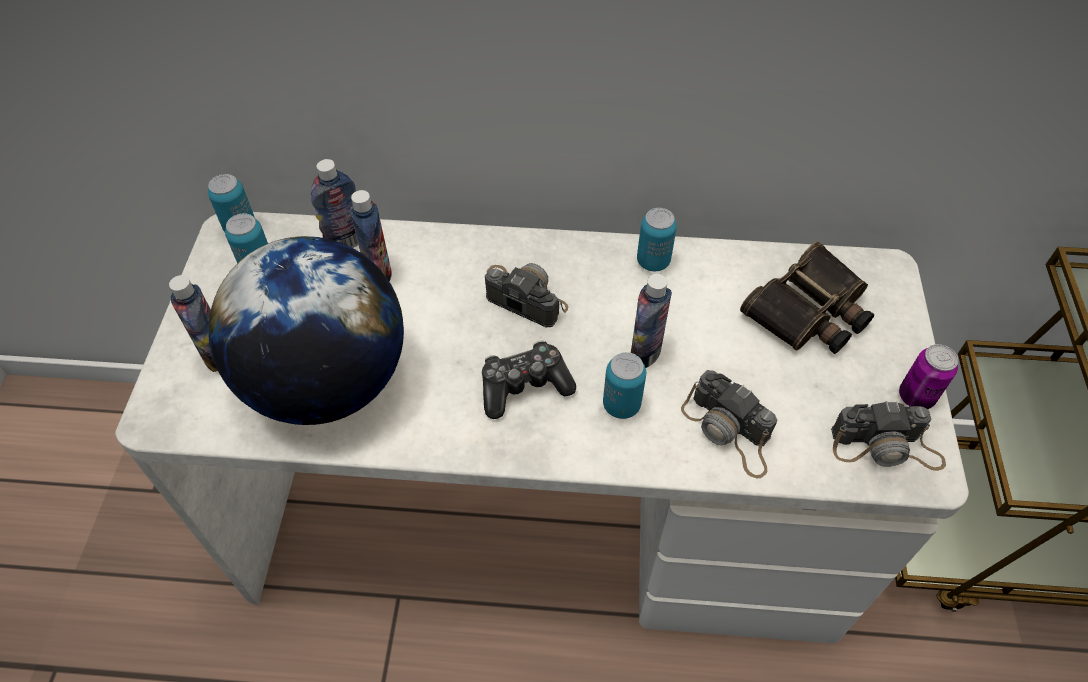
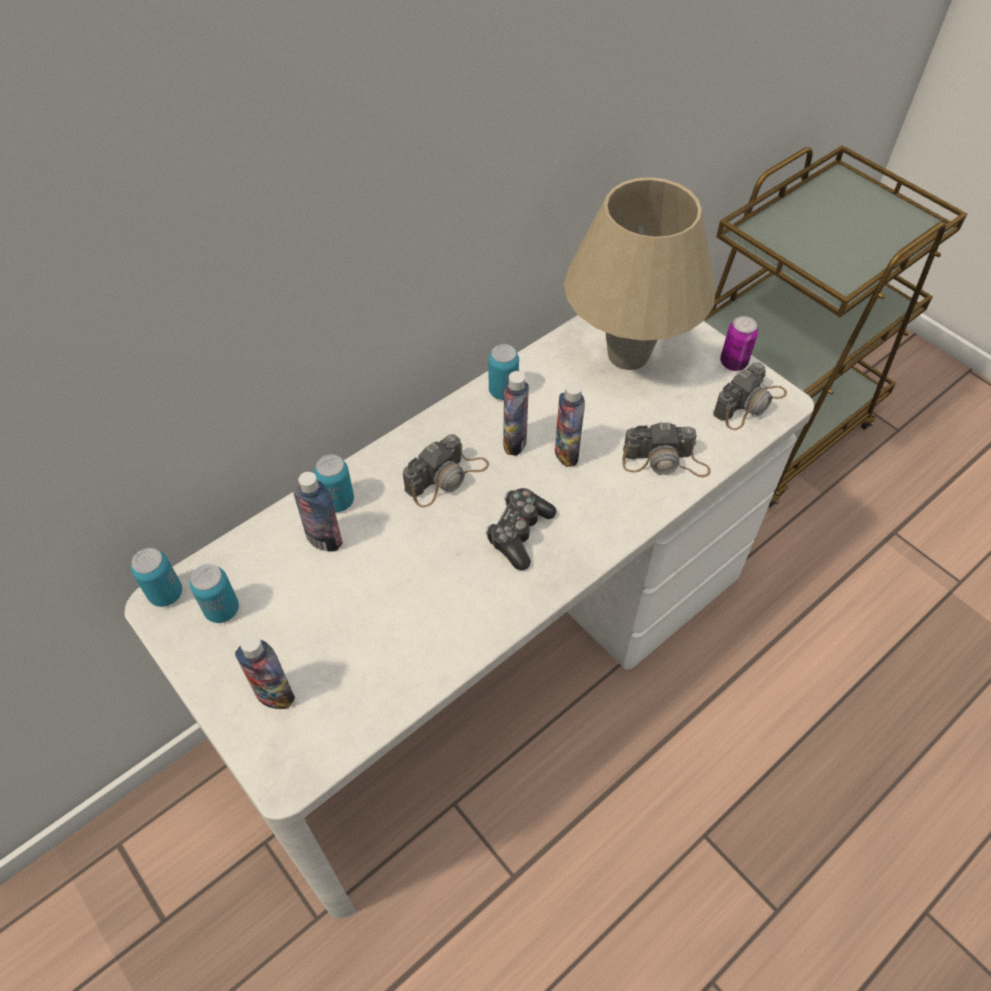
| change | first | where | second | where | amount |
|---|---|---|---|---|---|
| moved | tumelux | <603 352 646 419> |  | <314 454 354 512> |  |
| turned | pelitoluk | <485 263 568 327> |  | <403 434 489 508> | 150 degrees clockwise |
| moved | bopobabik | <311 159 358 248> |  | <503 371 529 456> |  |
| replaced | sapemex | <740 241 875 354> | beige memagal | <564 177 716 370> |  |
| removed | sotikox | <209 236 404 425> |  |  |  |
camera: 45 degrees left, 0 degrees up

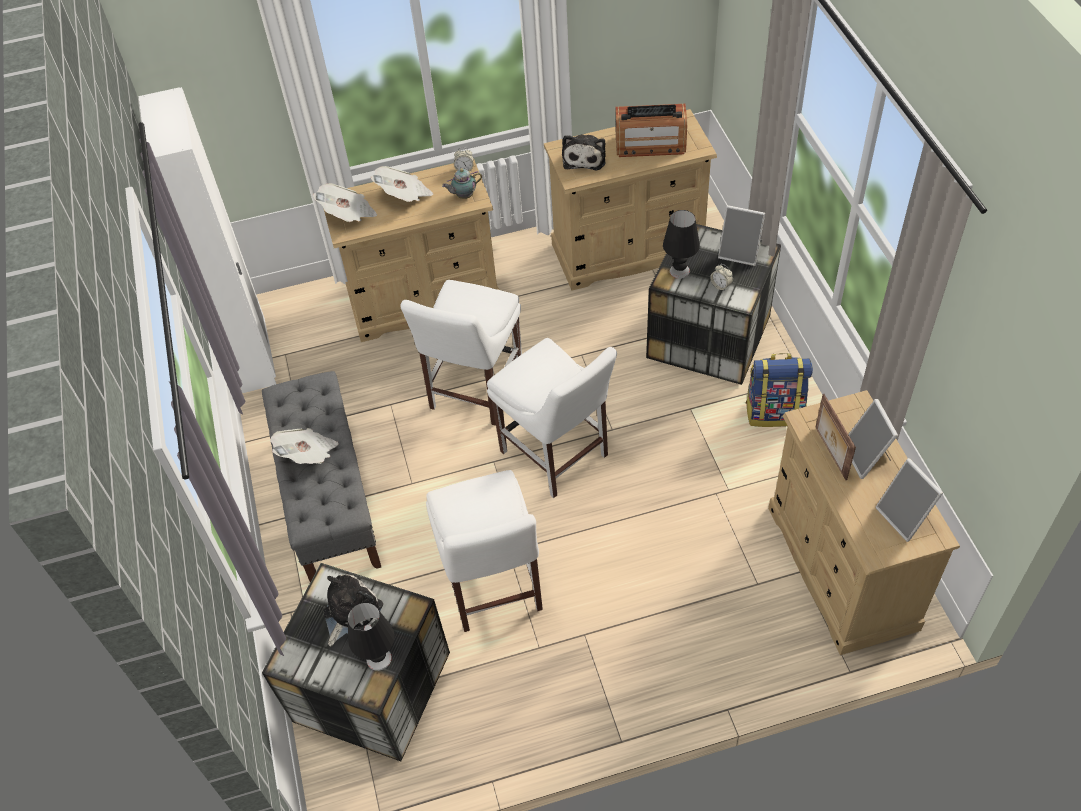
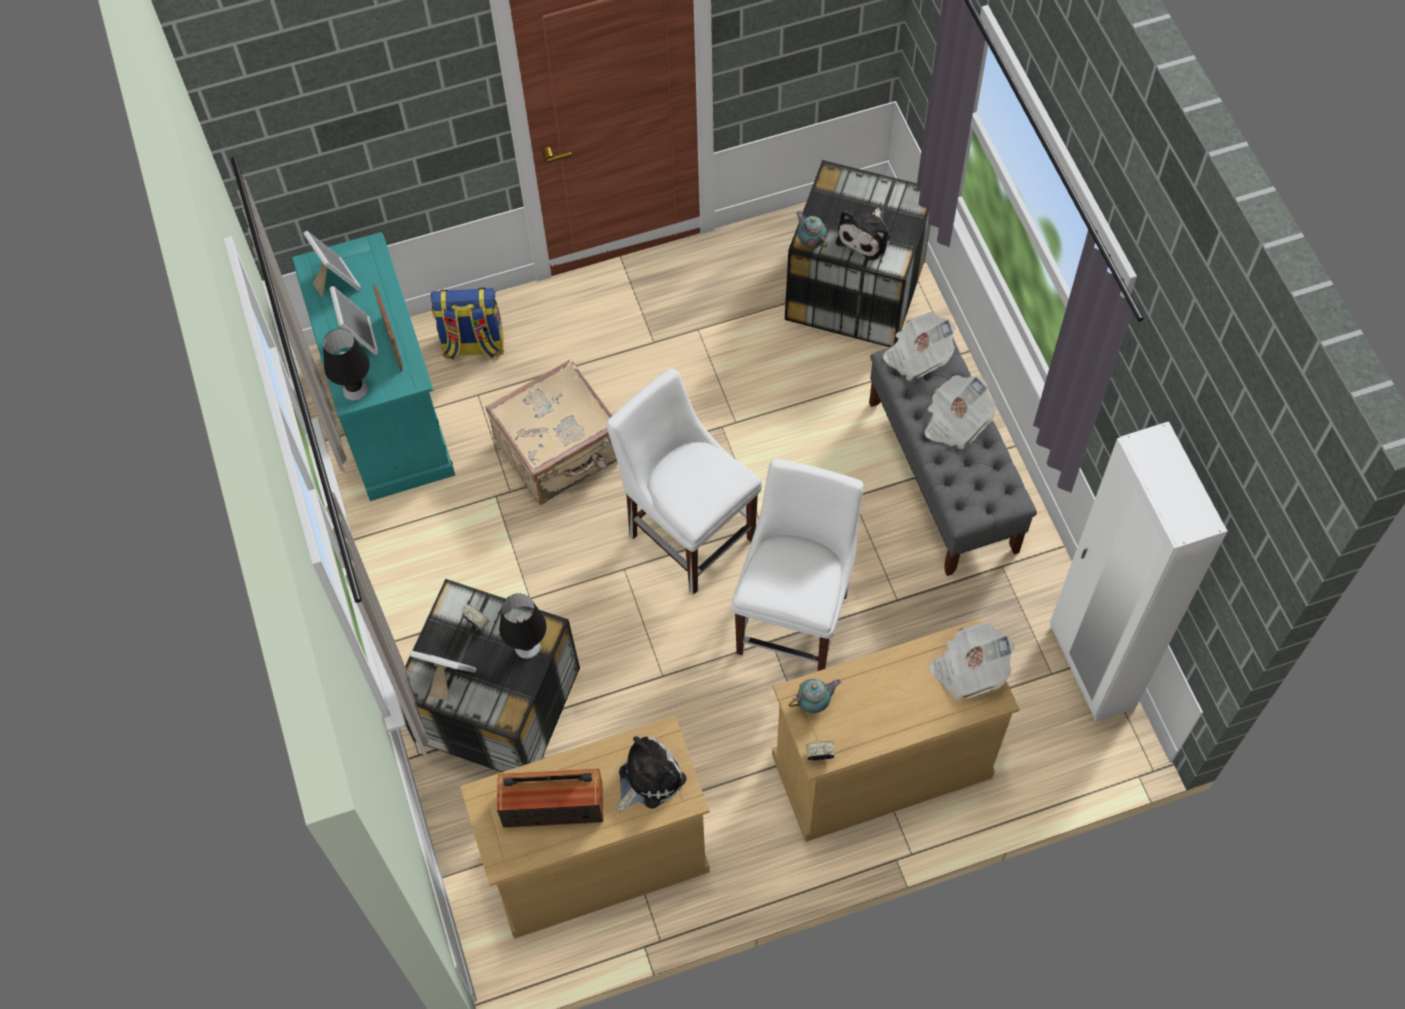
| change | first | where | second | where | amount |
|---|---|---|---|---|---|
| recoloured | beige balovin | <768 390 960 655> | turquoise balovin | <292 232 455 501> |  |
| moved | black memagal | <348 603 395 671> |  | <323 329 370 401> |  |
| moved | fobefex | <745 353 813 427> |  | <431 288 504 361> |  |
| added |  |  | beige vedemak | <485 359 617 505> |  |
| turned | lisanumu | <562 134 606 170> |  | <617 736 687 812> | 45 degrees clockwise |
| added |  |  | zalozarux | <796 211 827 249> |  |
| moved | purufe | <371 166 433 202> |  | <883 312 955 381> |  |
| removed | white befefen | <426 470 543 632> |  |  |  |
camera: 175 degrees right, 10 degrees up

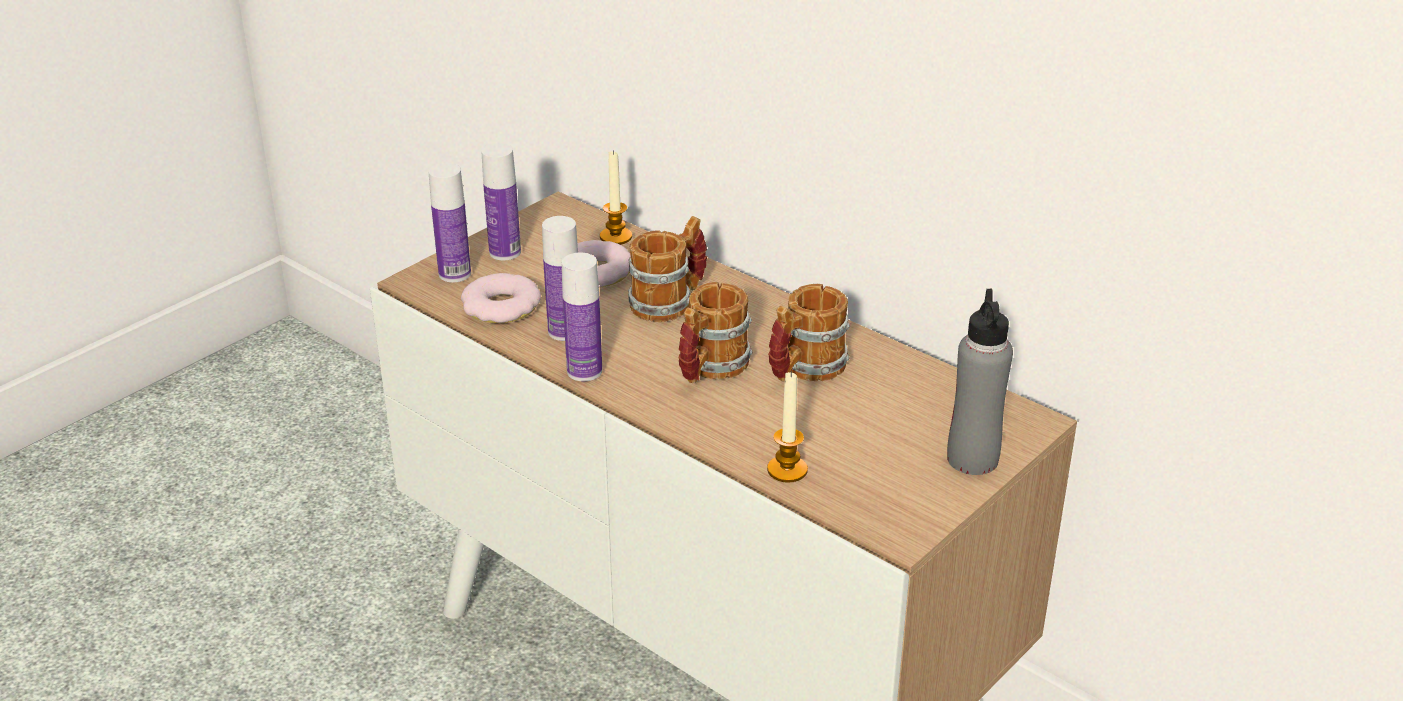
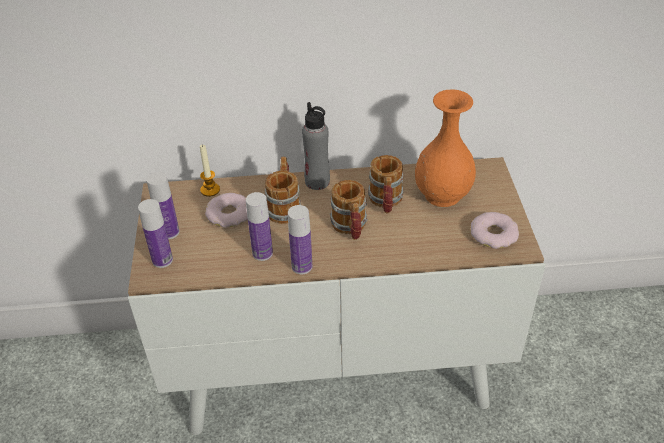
| change | first | where | second | where | amount |
|---|---|---|---|---|---|
| moved | grey bopobabik | <947 289 1013 475> |  | <302 102 330 190> |  |
| added |  |  | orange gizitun | <415 89 476 207> |  |
| moved | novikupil | <461 273 541 323> |  | <471 212 519 249> |  |
| removed | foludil | <767 371 808 483> |  |  |  |
camera: 45 degrees left, 10 degrees up

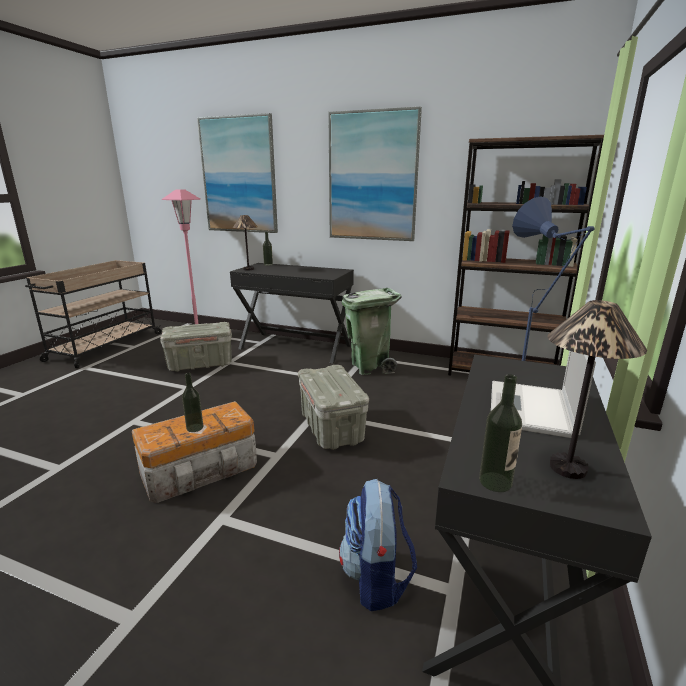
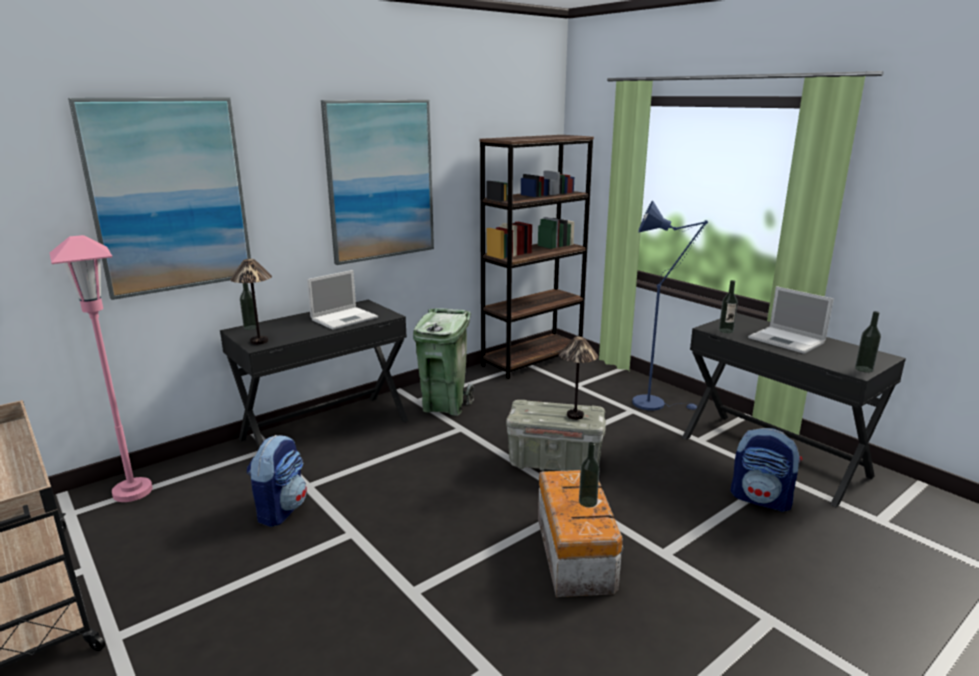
| change | first | where | second | where | amount |
|---|---|---|---|---|---|
| replaced | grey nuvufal | <160 322 232 372> | fobefex | <247 435 307 527> |  |
| added |  |  | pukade | <307 270 378 330> |  |
| moved | memagal | <548 300 647 479> |  | <559 337 598 420> |  |
| added |  |  | bopobabik | <719 280 738 333> |  |
camera: 60 degrees left, 0 degrees up

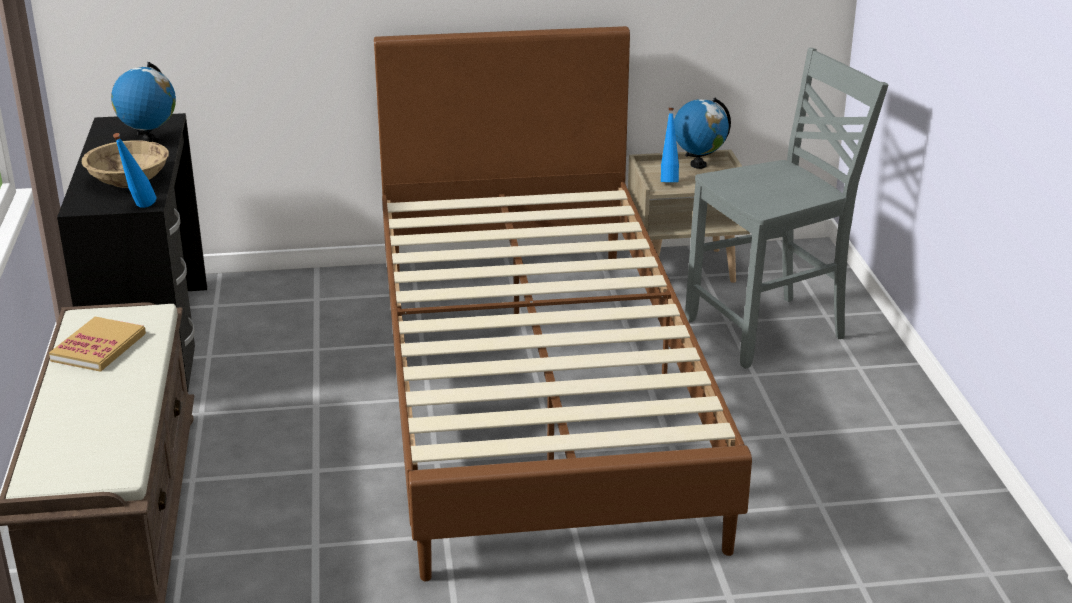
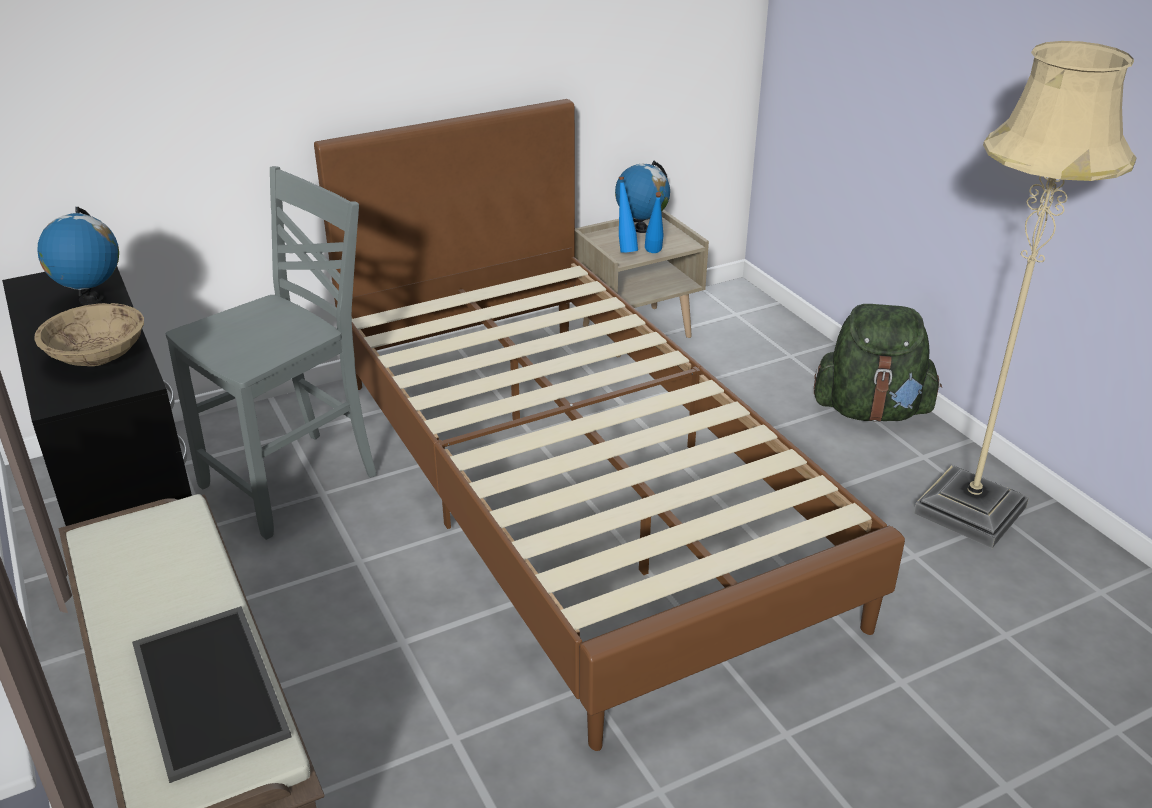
| change | first | where | second | where | amount |
|---|---|---|---|---|---|
| added |  |  | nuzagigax | <132 606 291 783> |  |
| moved | grey befefen | <685 48 888 369> |  | <166 166 377 540> |  |
| moved | blue bopobabik | <113 133 156 208> |  | <645 192 664 253> |  |
| added |  |  | green fobefex | <814 304 942 422> |  |
| added |  |  | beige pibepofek | <914 41 1137 548> |  |
| removed | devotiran | <49 317 146 372> |  |  |  |
camera: 20 degrees left, 5 degrees up

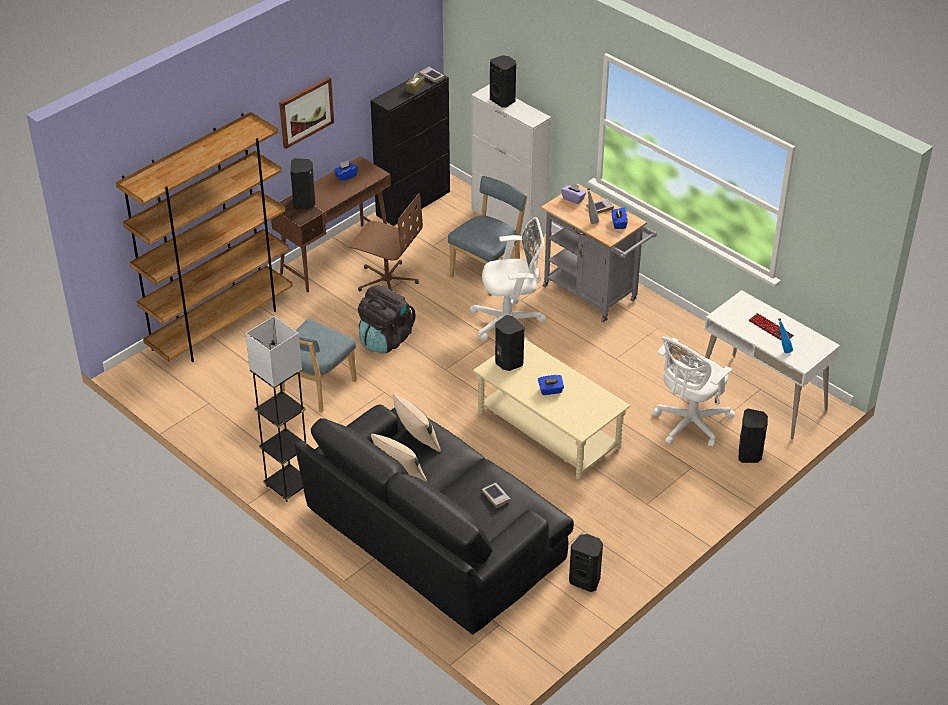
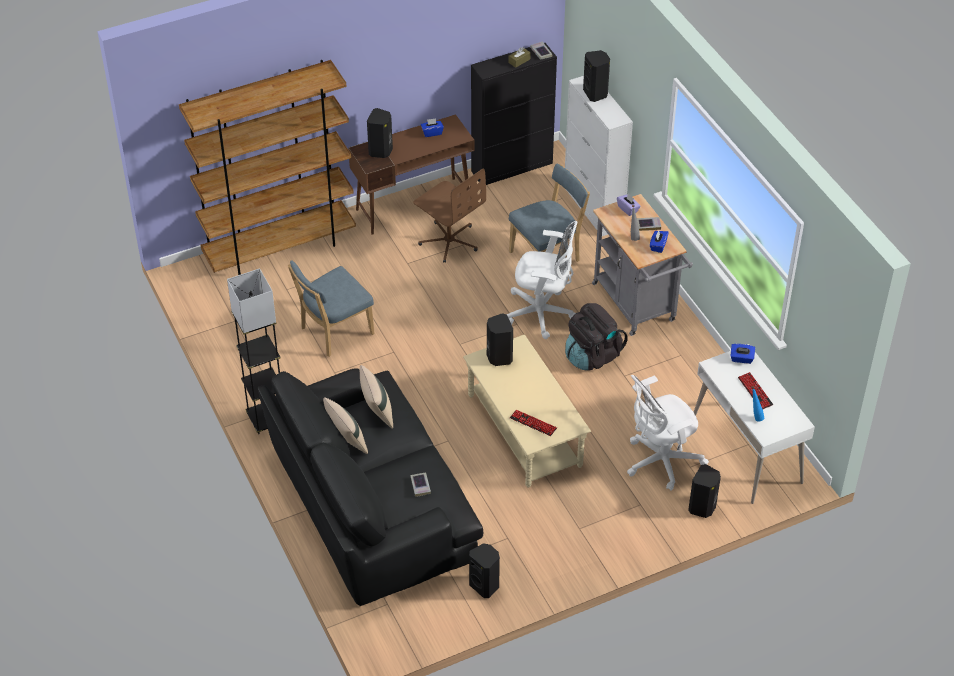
| change | first | where | second | where | amount |
|---|---|---|---|---|---|
| added |  |  | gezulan | <510 410 557 436> |  |
| moved | black fobefex | <358 285 416 353> |  | <565 303 628 371> |  |
| moved | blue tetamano | <538 375 564 395> |  | <731 344 755 364> |  |
| removed | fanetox | <279 77 334 149> |  |  |  |
camera: 20 degrees right, 5 degrees up

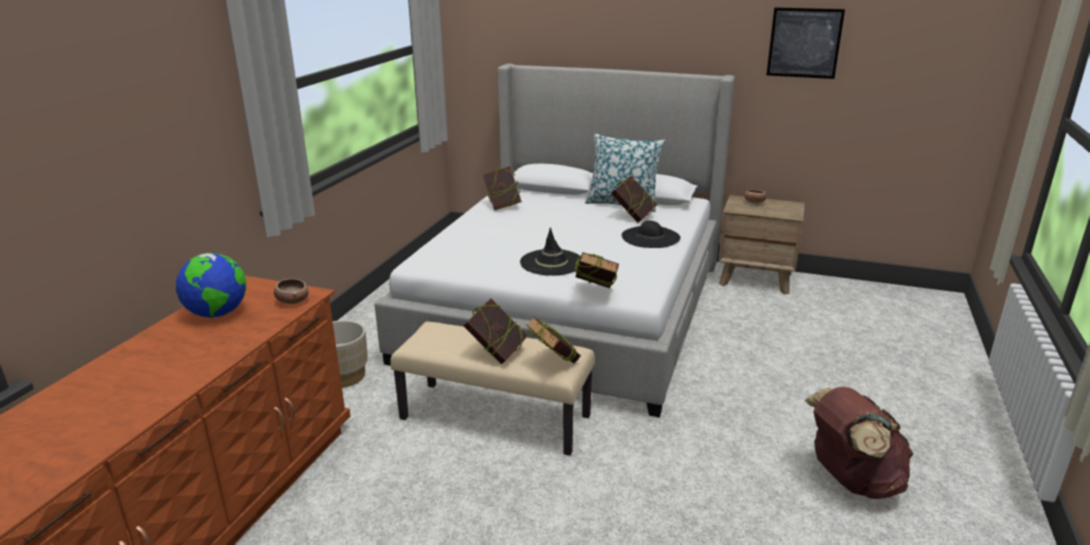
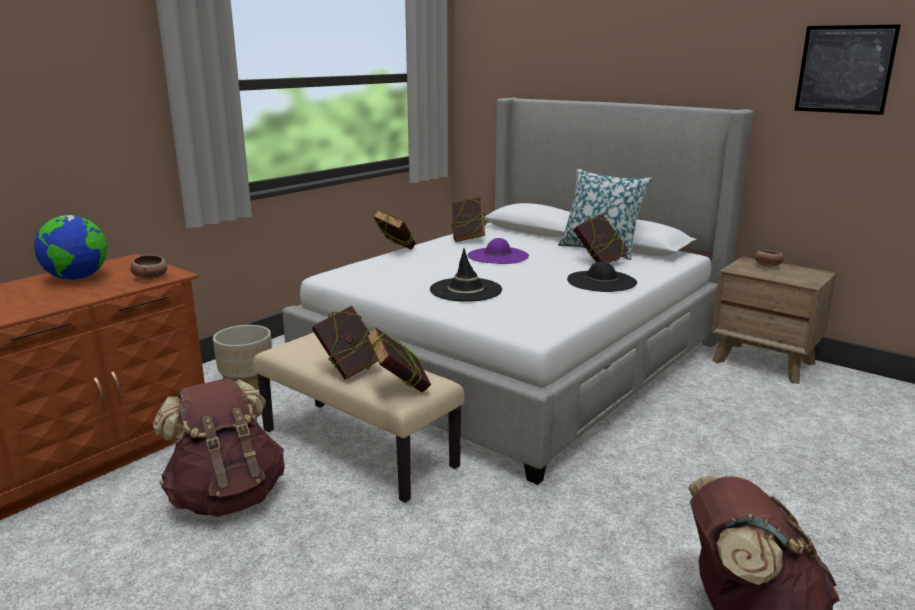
| change | first | where | second | where | amount |
|---|---|---|---|---|---|
| added |  |  | brown fobefex | <153 378 285 517> |  |
| moved | devotiran | <574 252 619 288> |  | <373 210 416 250> |  |
| added |  |  | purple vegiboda | <468 238 529 264> |  |
camera: 20 degrees right, 5 degrees down

